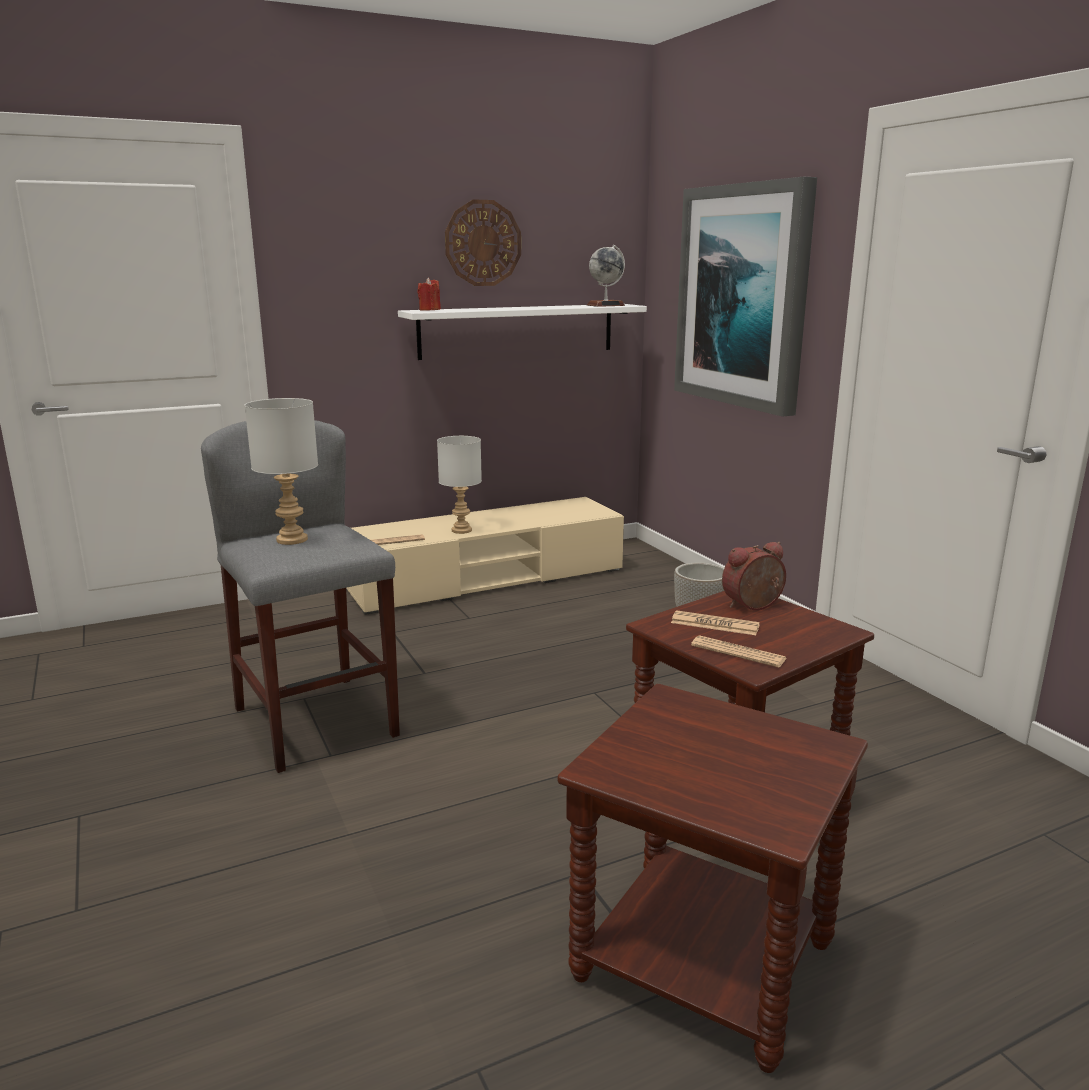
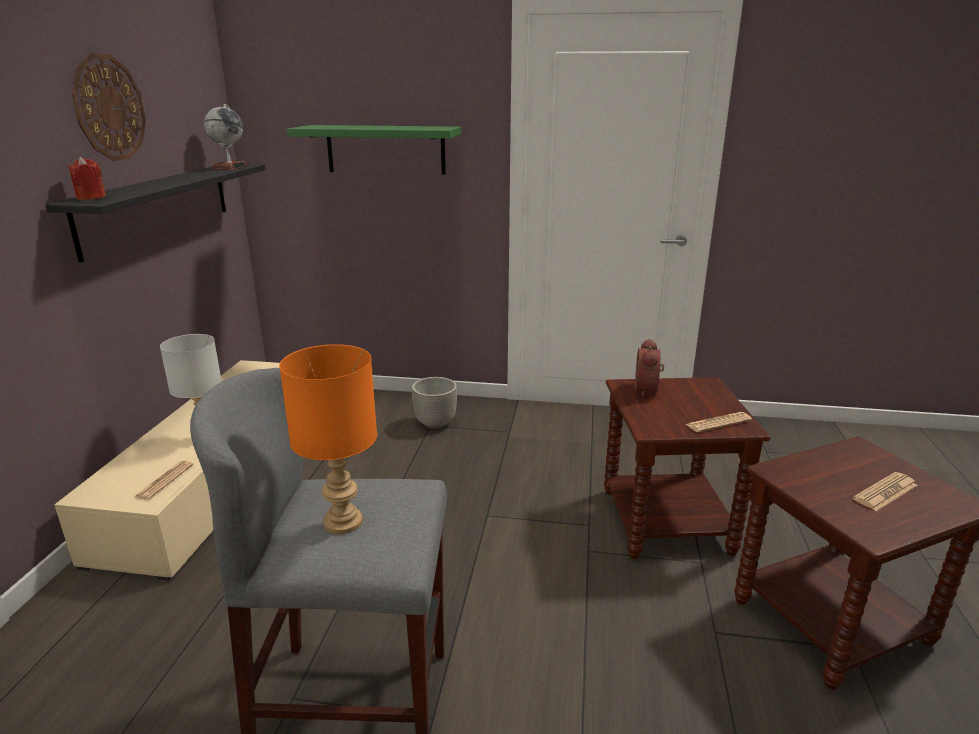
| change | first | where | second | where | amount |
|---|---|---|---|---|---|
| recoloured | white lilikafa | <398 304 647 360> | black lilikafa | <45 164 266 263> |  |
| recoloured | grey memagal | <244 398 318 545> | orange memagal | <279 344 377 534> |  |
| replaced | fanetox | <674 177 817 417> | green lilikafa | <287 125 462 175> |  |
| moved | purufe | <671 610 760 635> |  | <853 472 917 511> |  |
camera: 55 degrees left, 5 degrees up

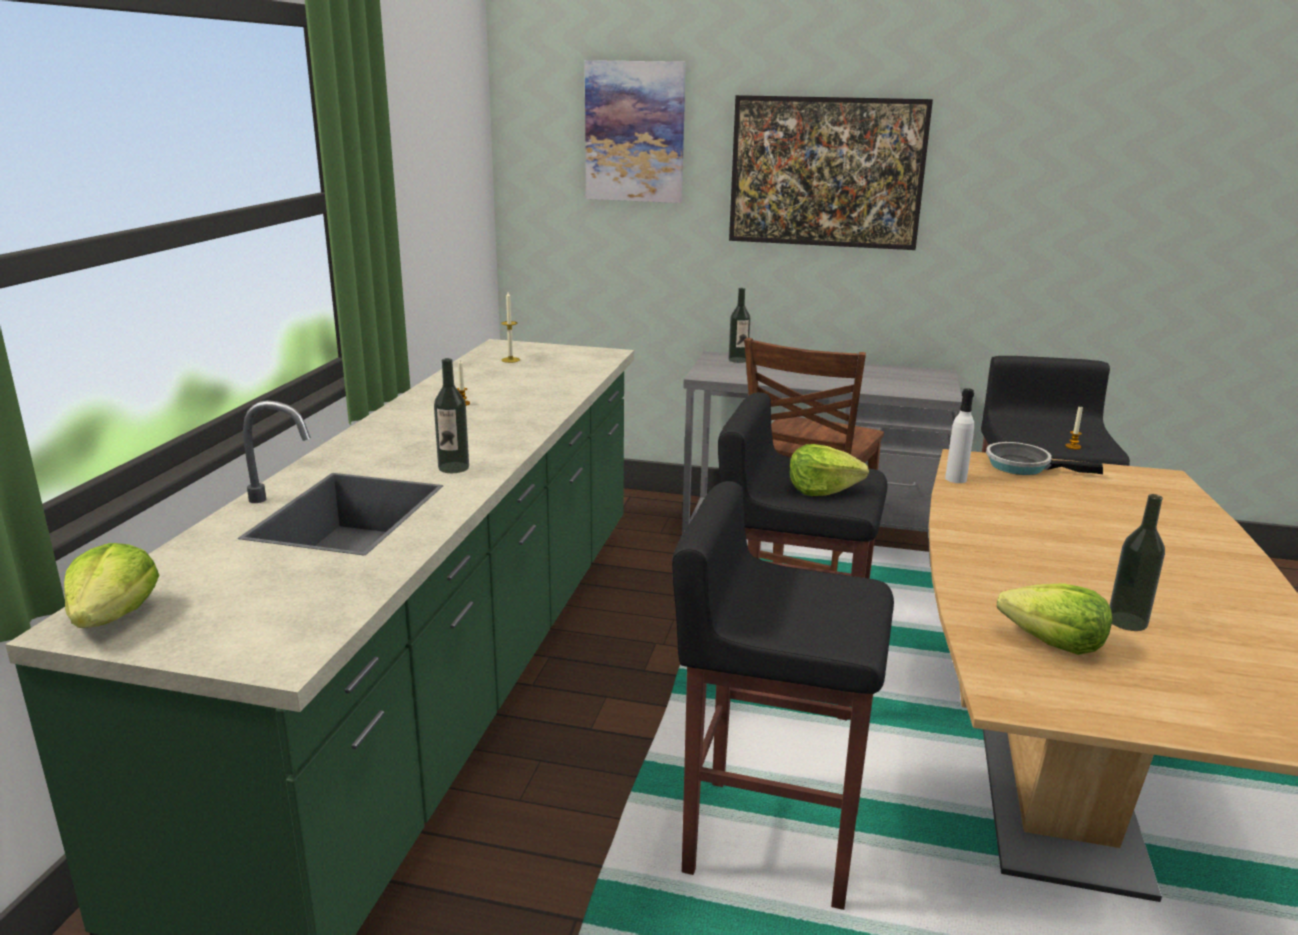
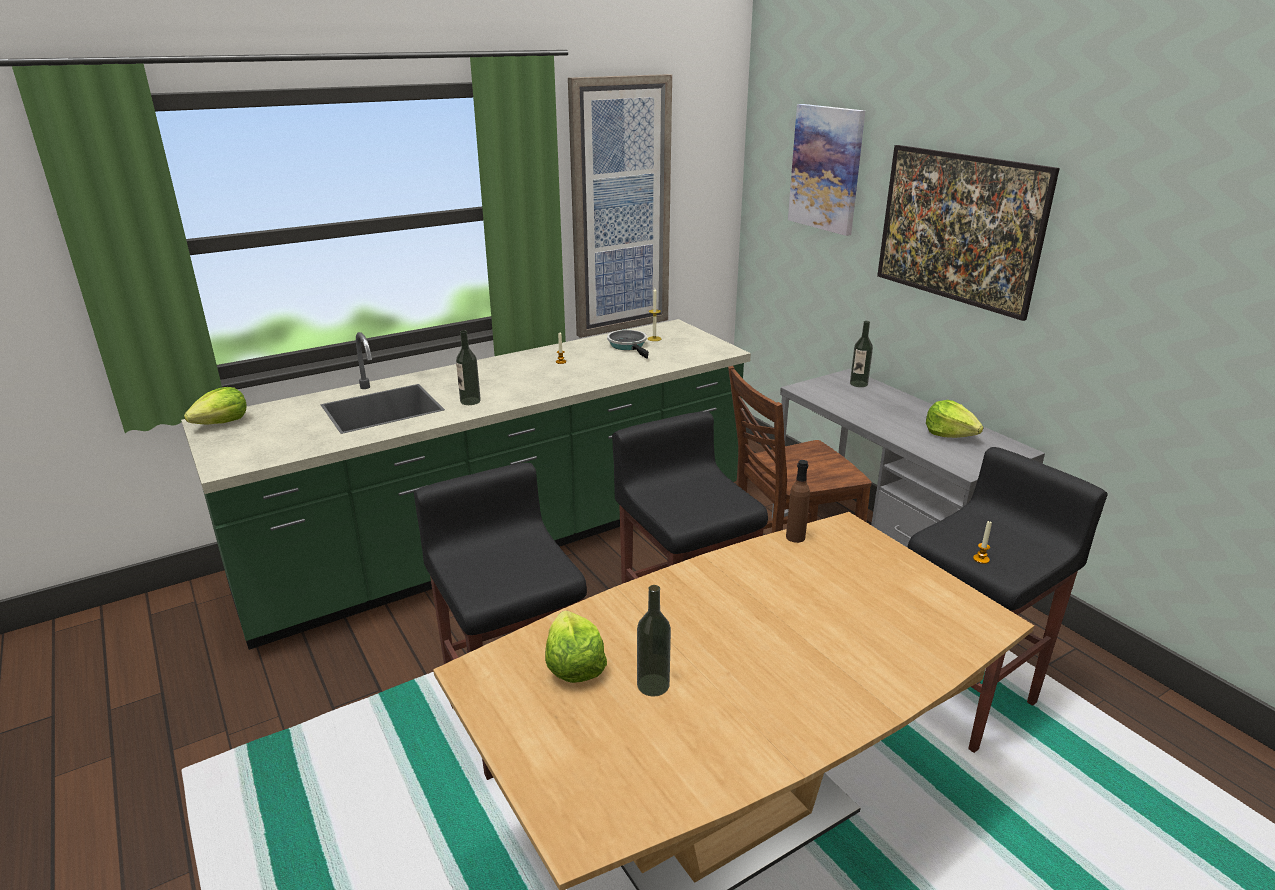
| change | first | where | second | where | amount |
|---|---|---|---|---|---|
| added |  |  | fanetox | <568 74 672 338> |  |
| moved | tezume | <986 442 1103 475> |  | <607 330 649 359> |  |
| recoloured | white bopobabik | <945 388 974 483> | brown bopobabik | <786 460 810 543> |  |
| moved | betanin | <789 444 869 496> |  | <926 400 984 438> |  |
camera: 45 degrees right, 5 degrees up

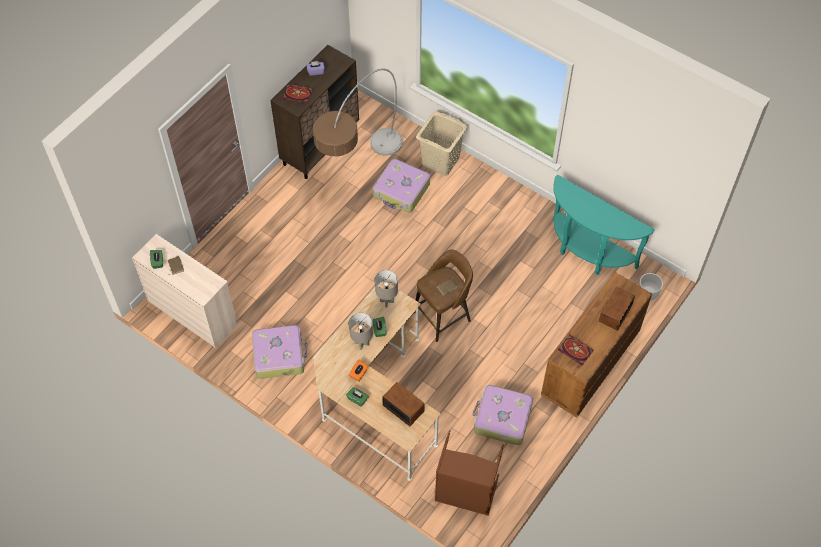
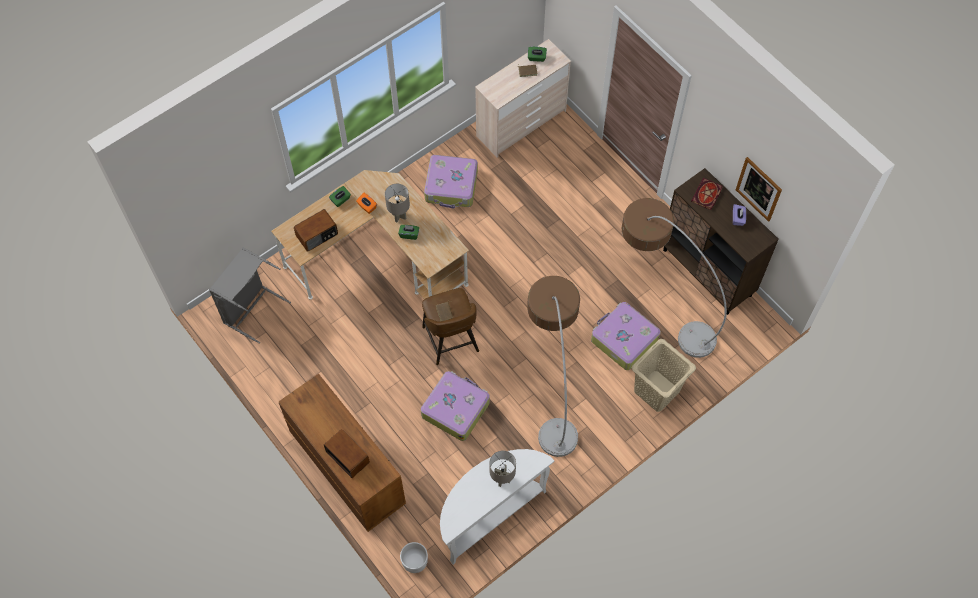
| change | first | where | second | where | amount |
|---|---|---|---|---|---|
| recoloured | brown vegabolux | <435 430 504 516> | grey vegabolux | <209 247 291 344> |  |
| moved | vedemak | <472 385 533 445> |  | <421 371 490 441> |  |
| recoloured | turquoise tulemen | <552 174 655 275> | white tulemen | <440 449 554 565> |  |
| moved | grey memagal | <375 270 398 308> |  | <489 451 516 487> |  |
| added |  |  | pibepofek | <527 276 580 457> |  |
| added |  |  | fanetox | <736 157 782 222> |  |
| removed | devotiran | <558 335 593 365> |  |  |  |
camera: 105 degrees right, 5 degrees up

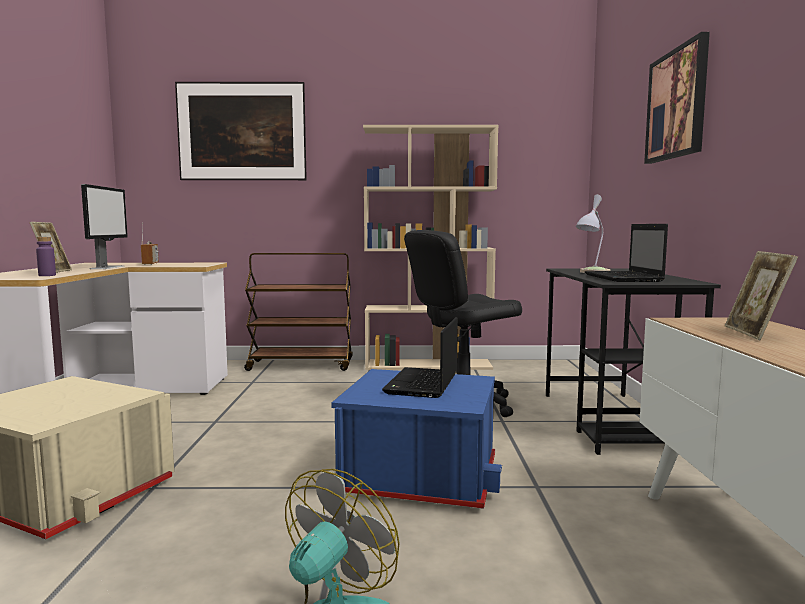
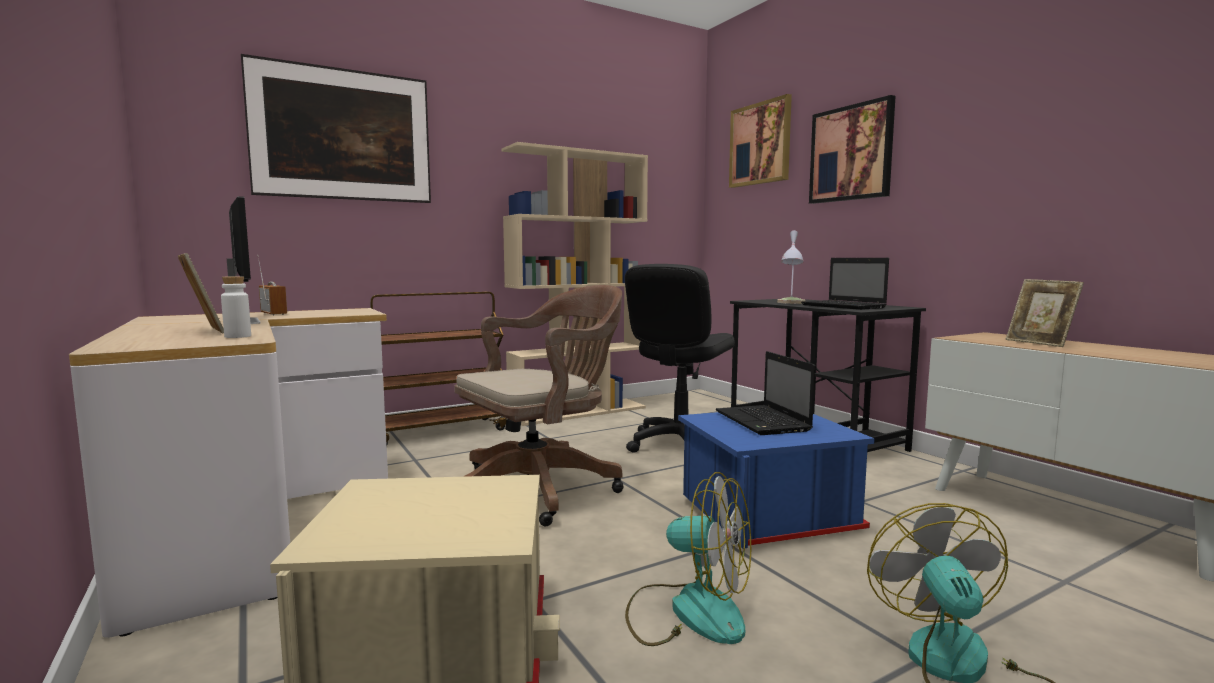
| change | first | where | second | where | amount |
|---|---|---|---|---|---|
| recoloured | purple bopobabik | <36 237 56 276> | white bopobabik | <221 276 251 338> |  |
| added |  |  | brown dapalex | <455 285 624 526> |  |
| added |  |  | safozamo | <625 472 751 646> |  |
| added |  |  | fanetox | <729 94 792 188> |  |
camera: 30 degrees left, 0 degrees up

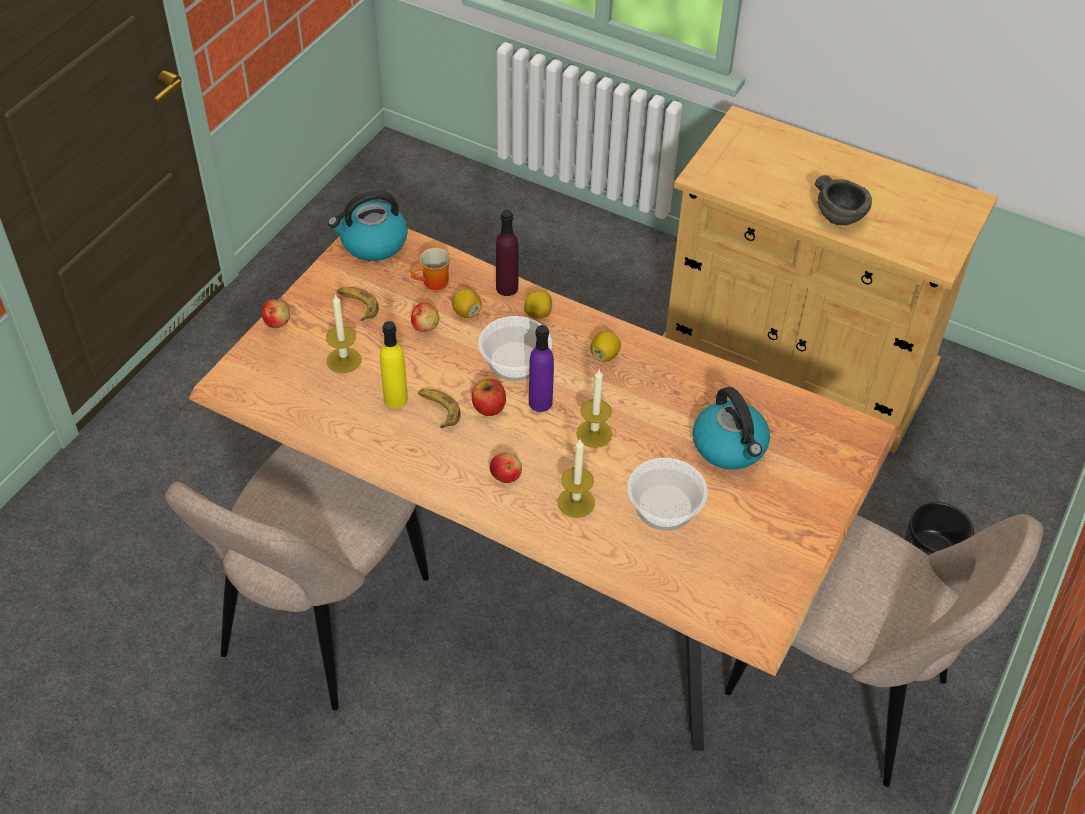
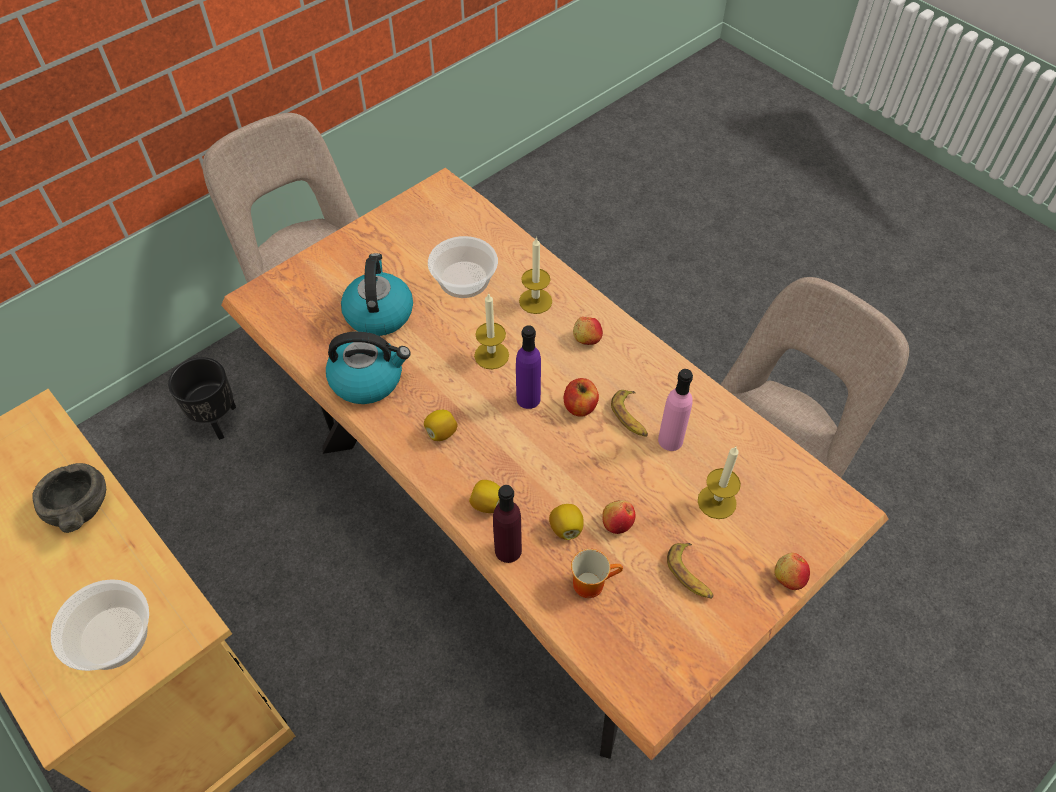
| change | first | where | second | where | amount |
|---|---|---|---|---|---|
| moved | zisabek | <478 316 552 381> |  | <51 579 149 671> |  |
| moved | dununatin | <328 190 408 261> |  | <326 331 411 404> |  |
| recoloured | yellow bopobabik | <380 321 408 408> | pink bopobabik | <658 369 693 451> |  |
camera: 160 degrees left, 5 degrees up

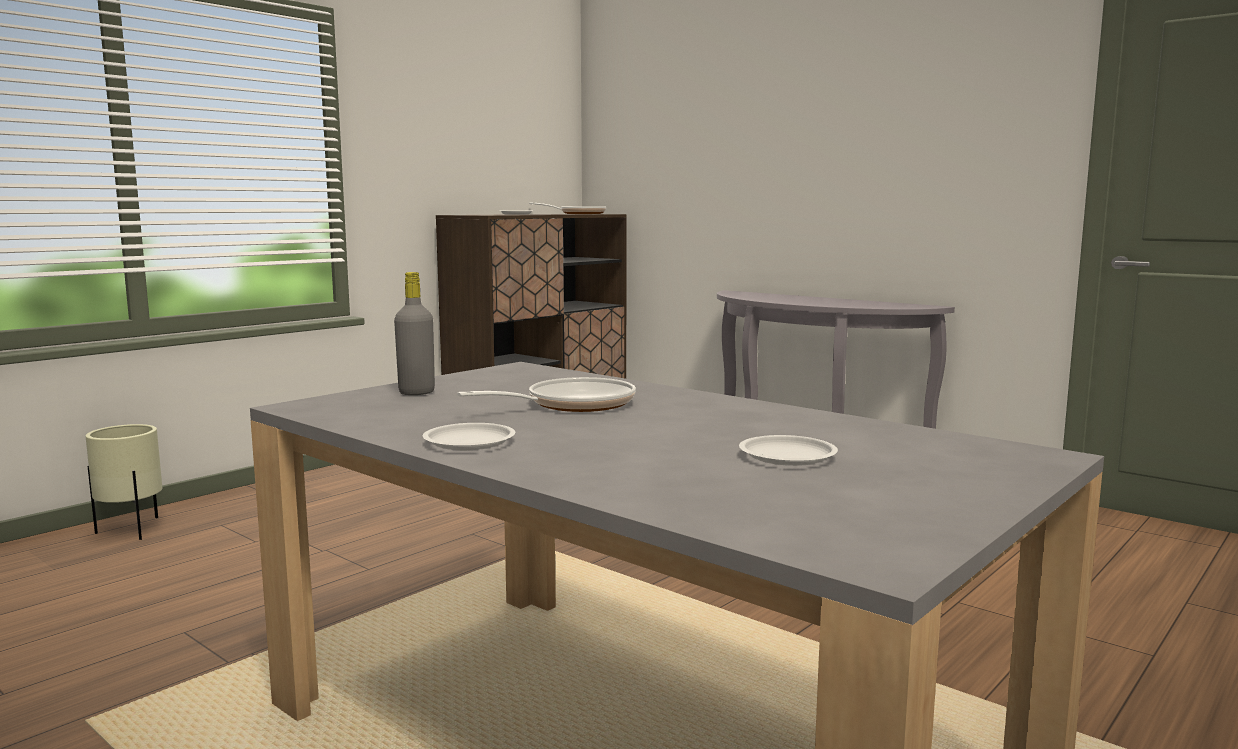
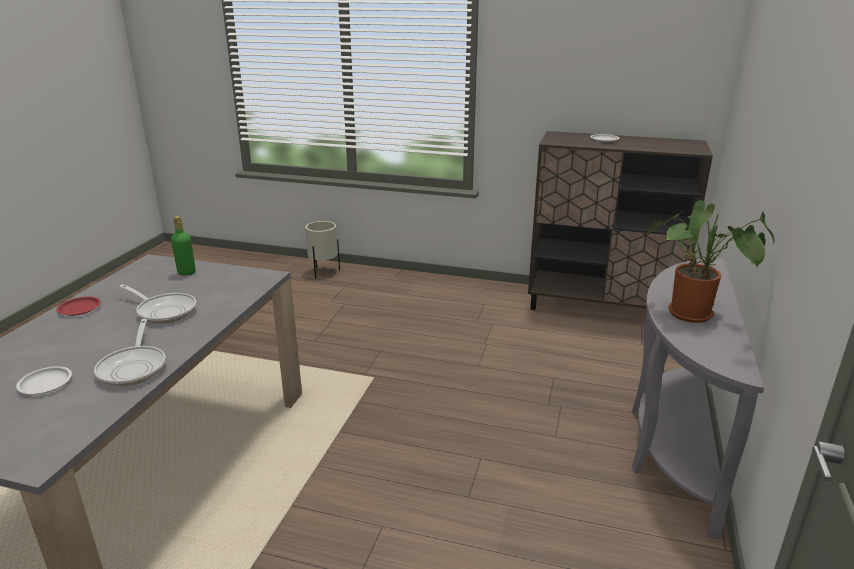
| change | first | where | second | where | amount |
|---|---|---|---|---|---|
| recoloured | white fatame | <423 423 515 450> | red fatame | <56 297 101 316> |  |
| moved | tezume | <529 202 606 214> |  | <94 319 166 386> |  |
| recoloured | grey bopobabik | <394 272 435 395> | green bopobabik | <171 216 196 276> |  |
| added |  |  | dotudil | <648 200 774 323> |  |
camera: 65 degrees right, 15 degrees up

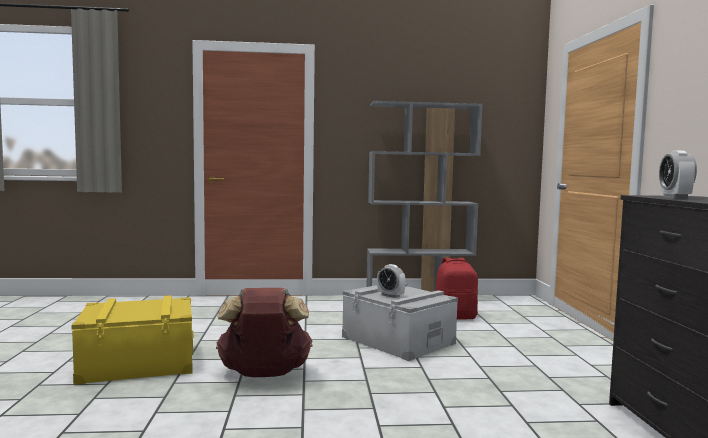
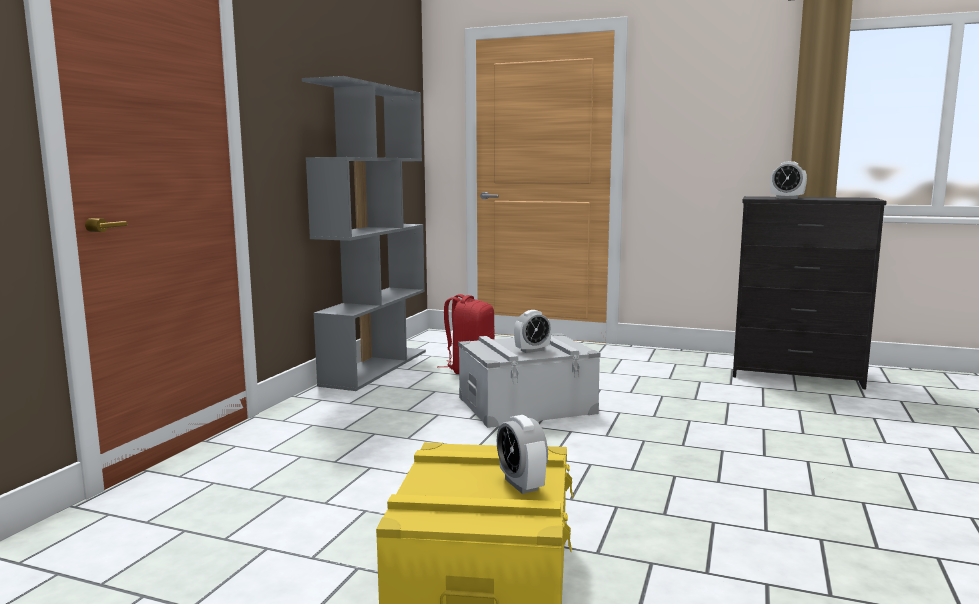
| change | first | where | second | where | amount |
|---|---|---|---|---|---|
| added |  |  | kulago | <497 415 548 494> |  |
| removed | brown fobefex | <216 288 313 377> |  |  |  |
camera: 65 degrees left, 5 degrees up

